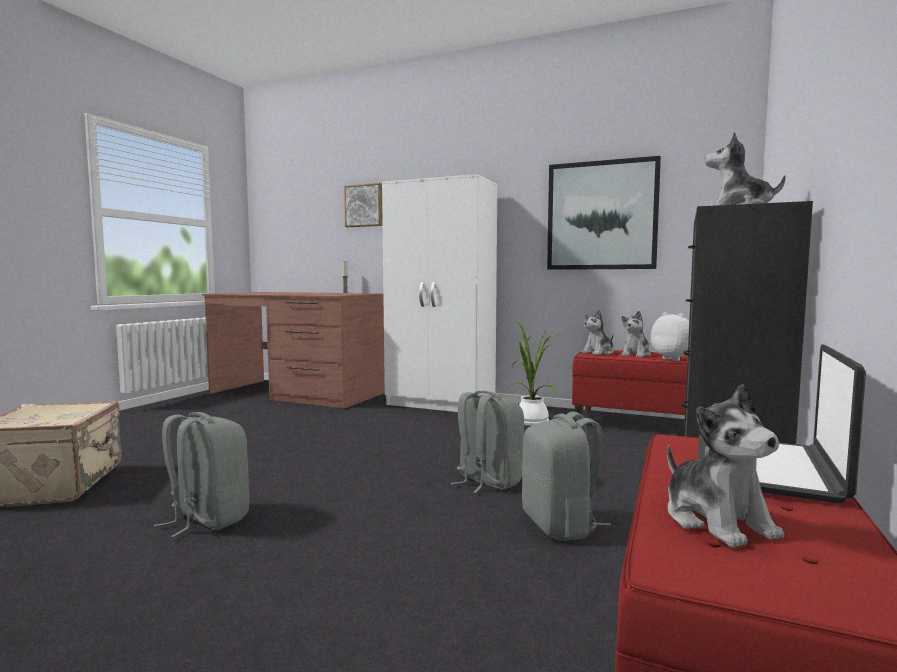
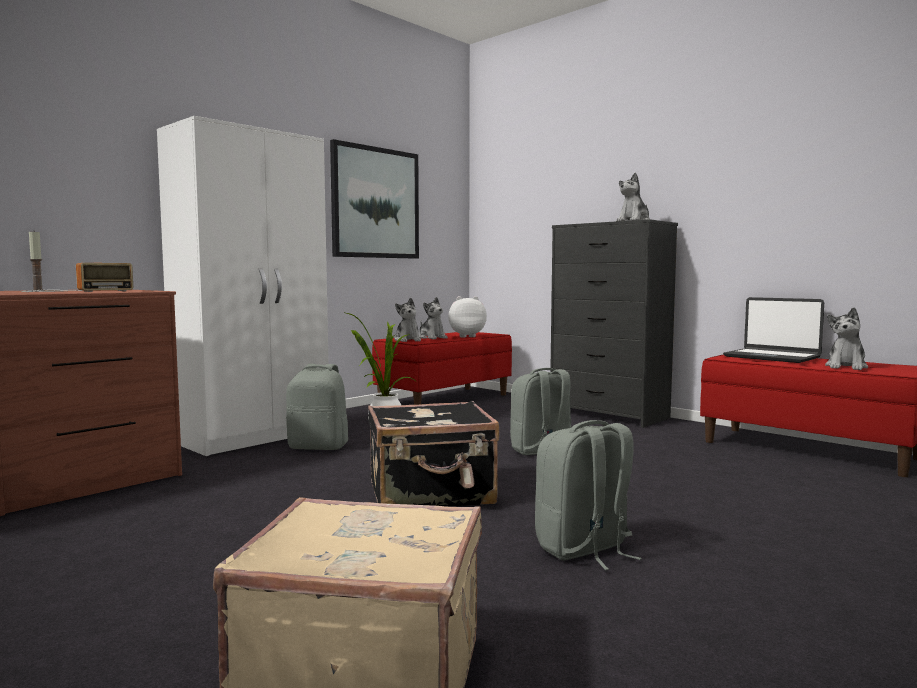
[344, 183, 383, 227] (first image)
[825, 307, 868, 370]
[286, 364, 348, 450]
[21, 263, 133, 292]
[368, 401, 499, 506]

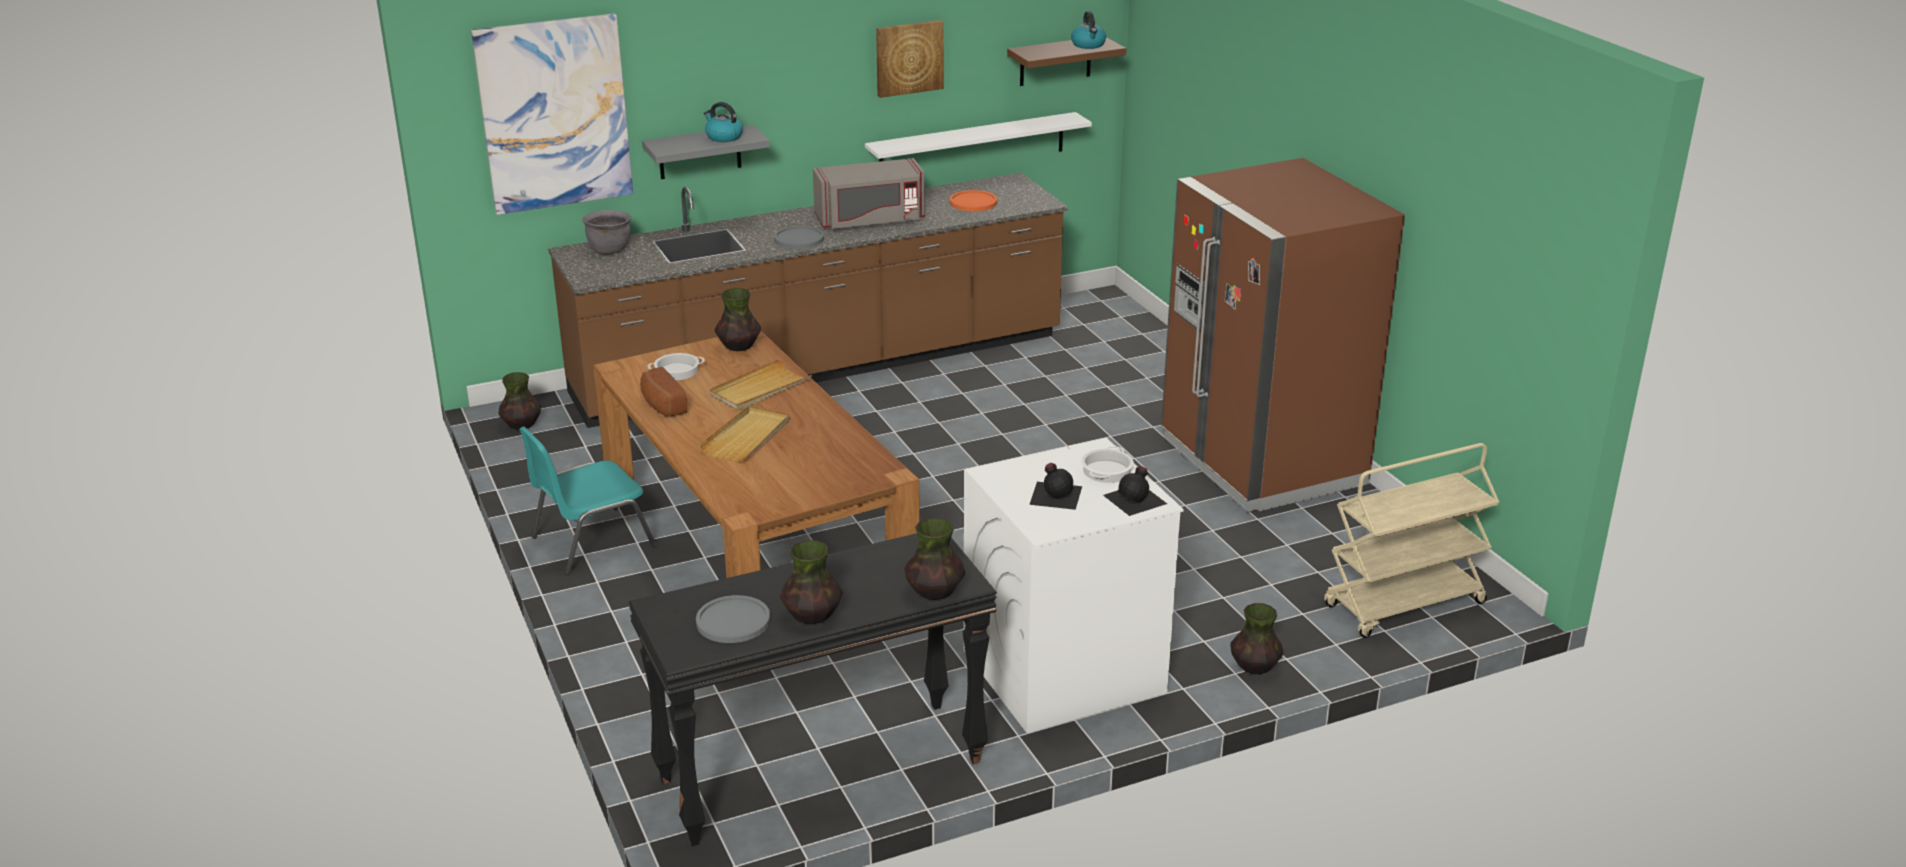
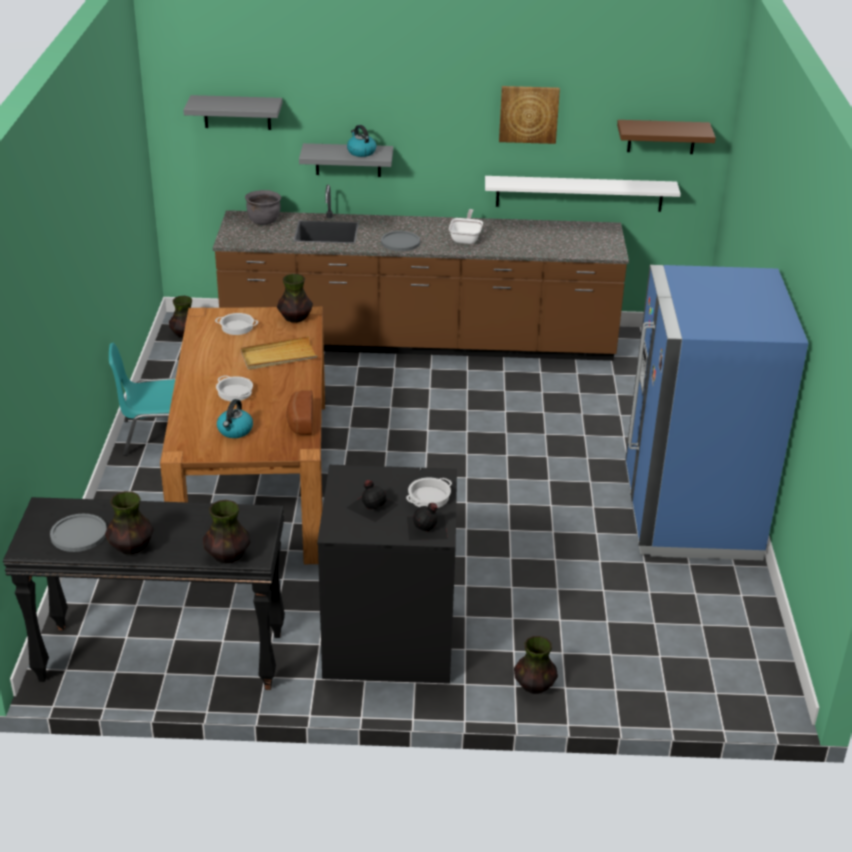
[217, 399, 253, 438]
[183, 95, 282, 130]
[449, 209, 483, 244]
[625, 265, 809, 560]
[950, 190, 997, 212] (first image)
[286, 391, 313, 435]
[216, 375, 253, 401]
[317, 465, 457, 684]
[1324, 443, 1499, 638] (first image)

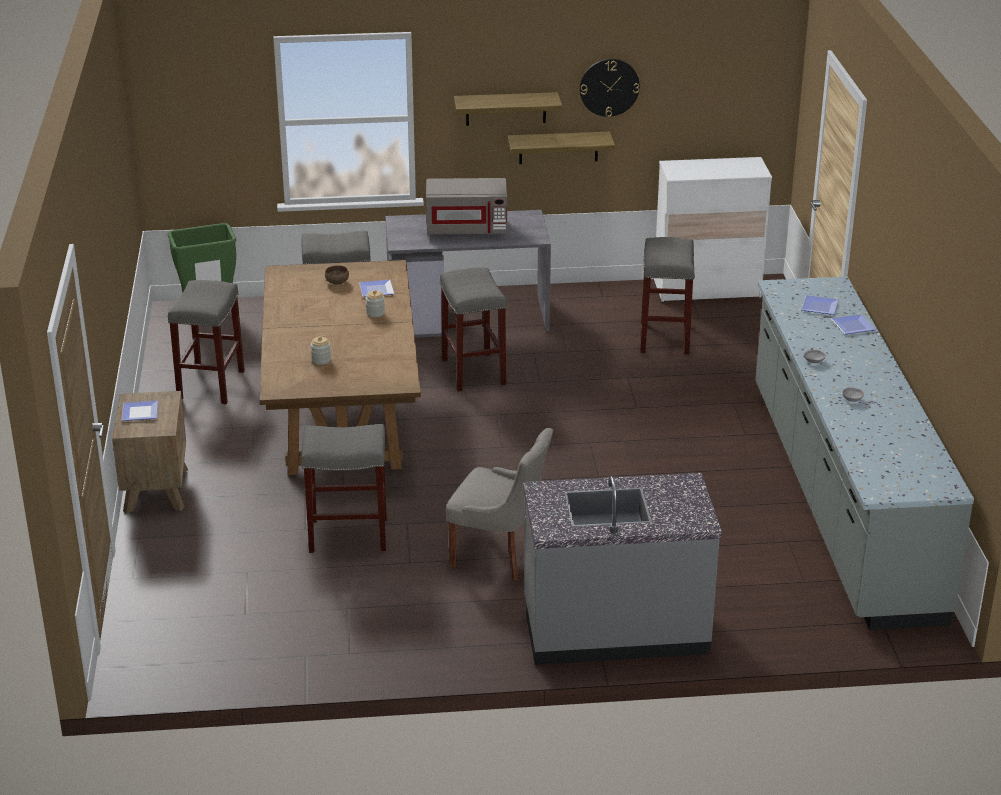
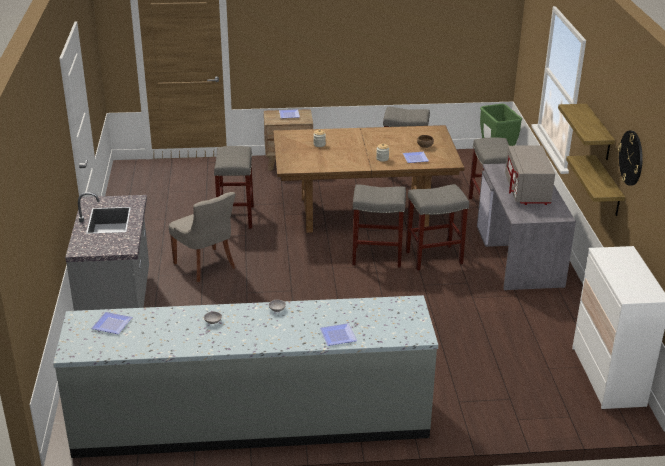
[352, 184, 406, 268]
[91, 312, 132, 334]
[169, 192, 236, 282]

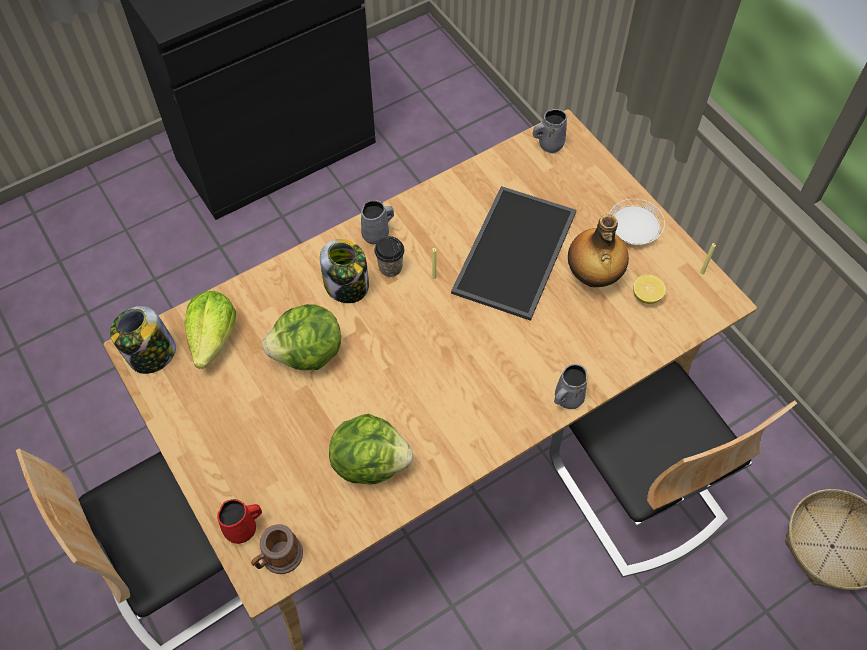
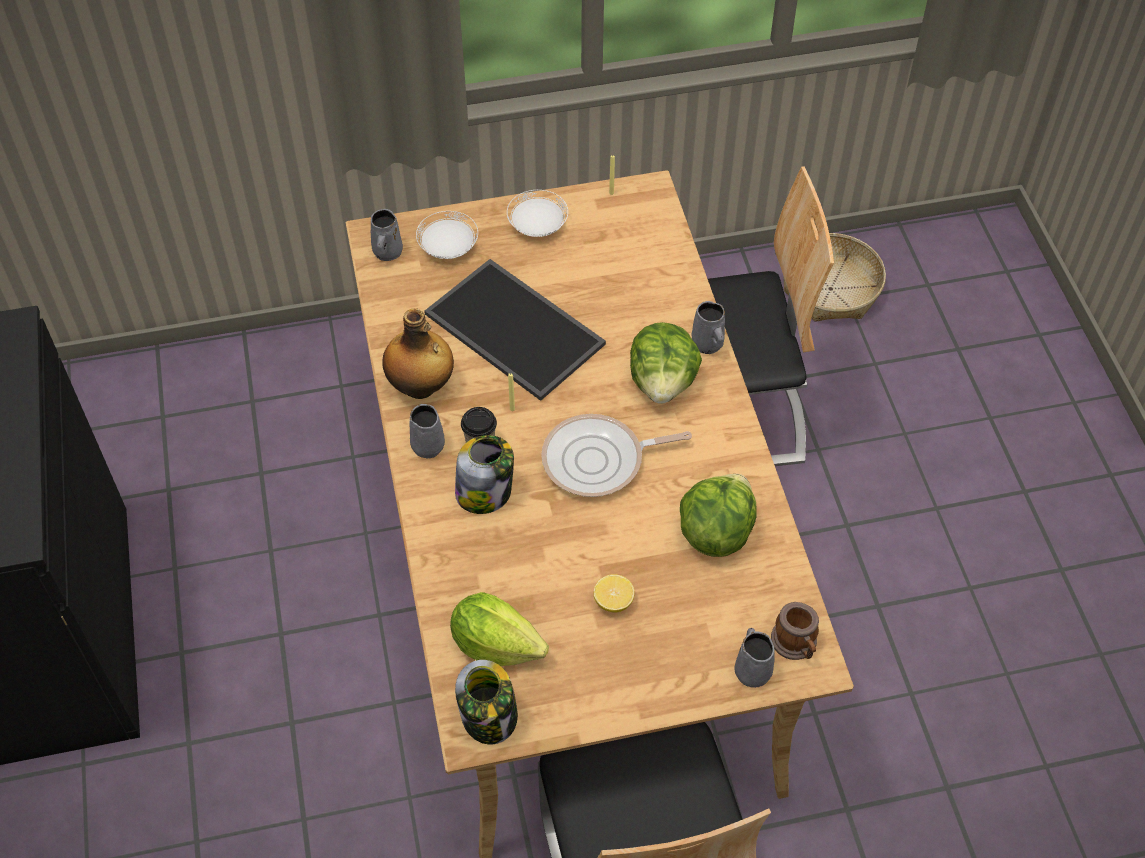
[382, 308, 454, 399]
[593, 574, 635, 613]
[630, 322, 702, 404]
[735, 628, 775, 688]
[416, 211, 478, 259]
[541, 414, 692, 497]

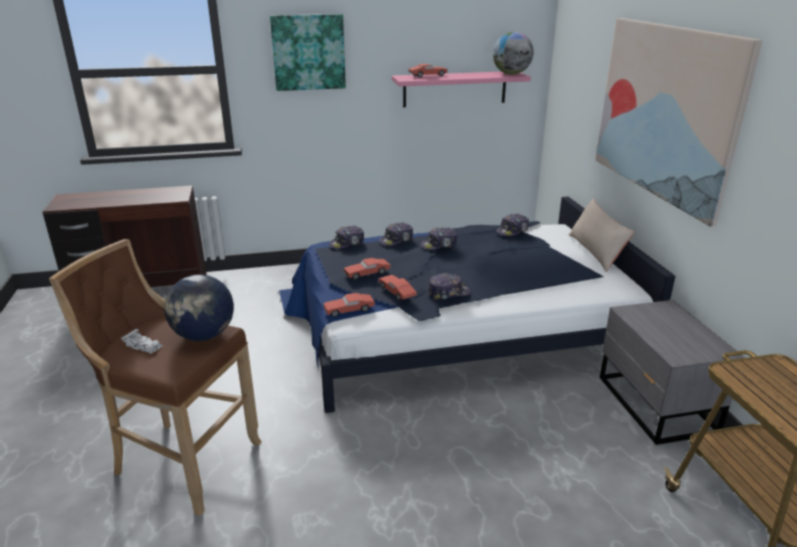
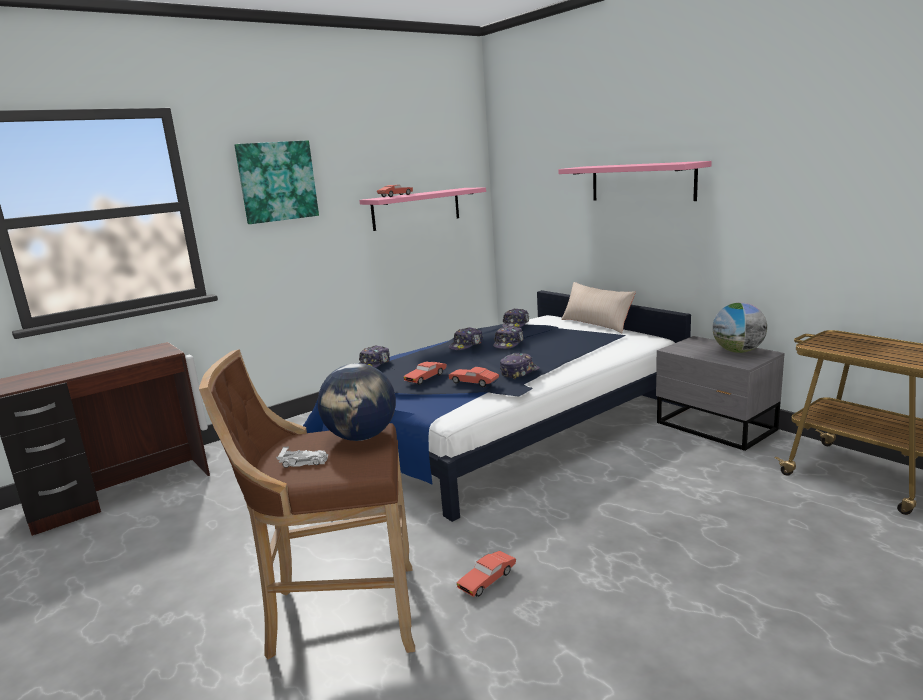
[558, 161, 712, 201]
[712, 302, 767, 353]
[493, 326, 524, 349]
[457, 551, 516, 597]

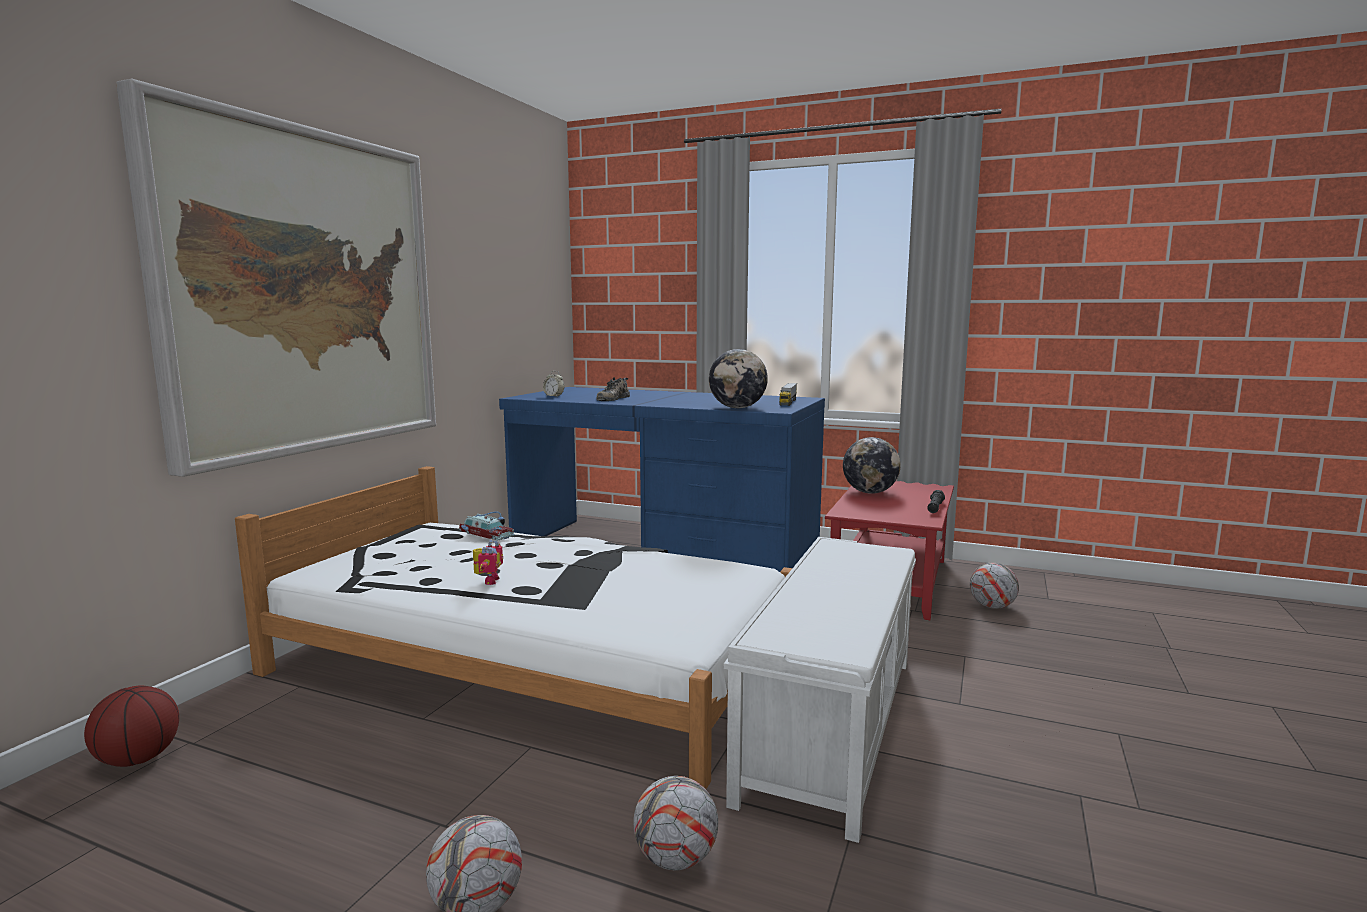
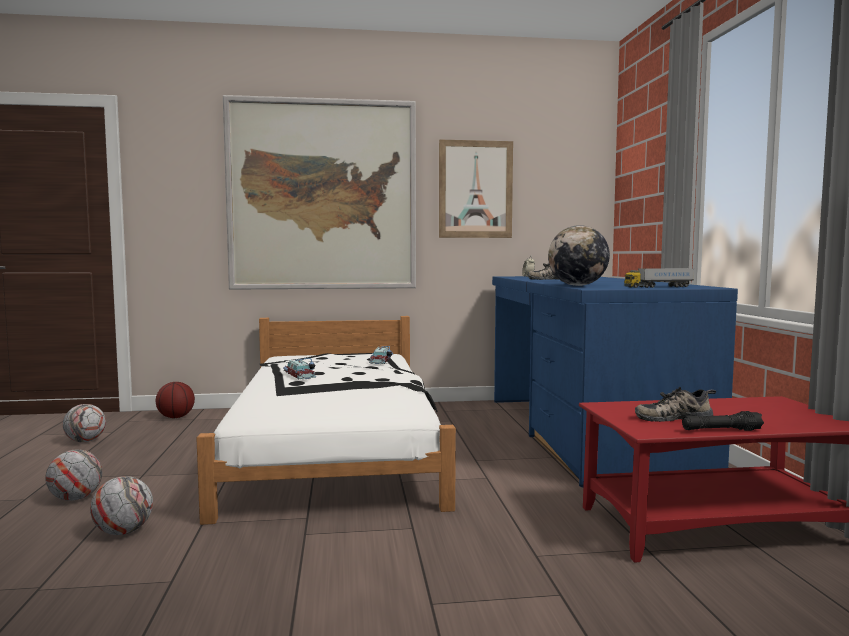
[843, 437, 901, 494] (first image)
[724, 537, 916, 843] (first image)
[284, 358, 316, 380]
[63, 404, 106, 442]
[439, 140, 513, 238]
[635, 387, 716, 422]

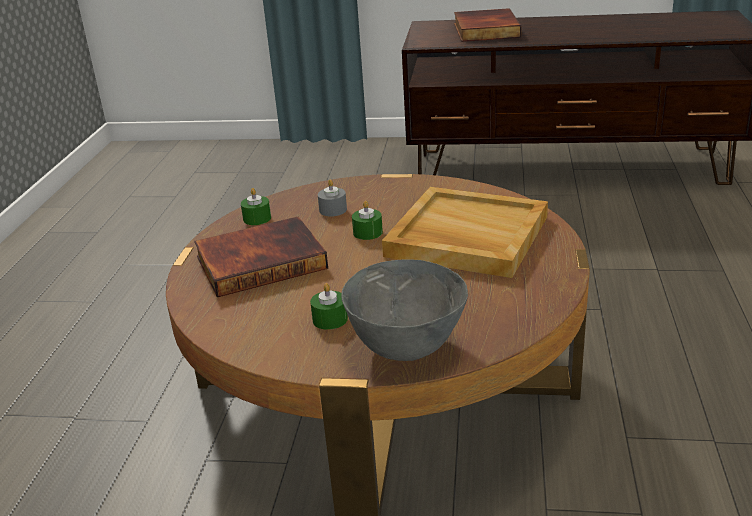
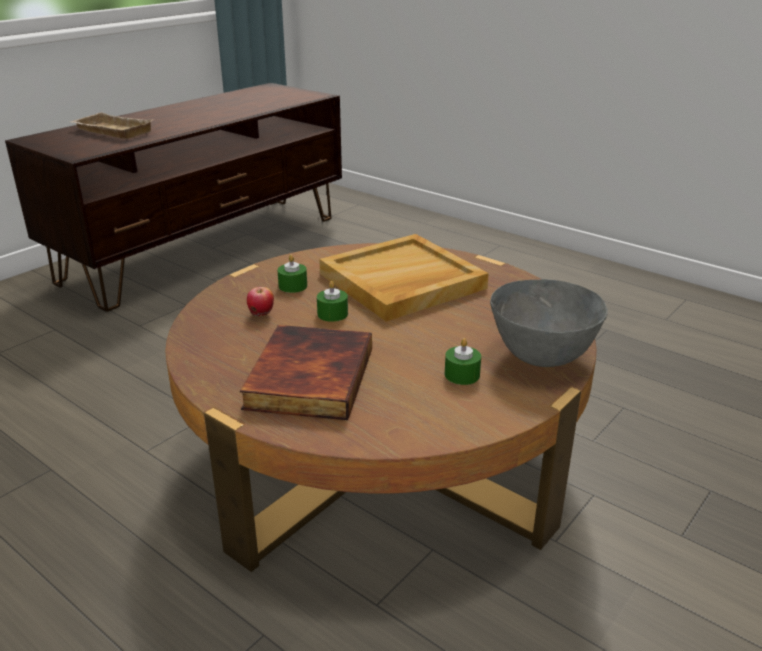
[71, 112, 154, 139]
[247, 287, 274, 316]
[278, 255, 307, 293]

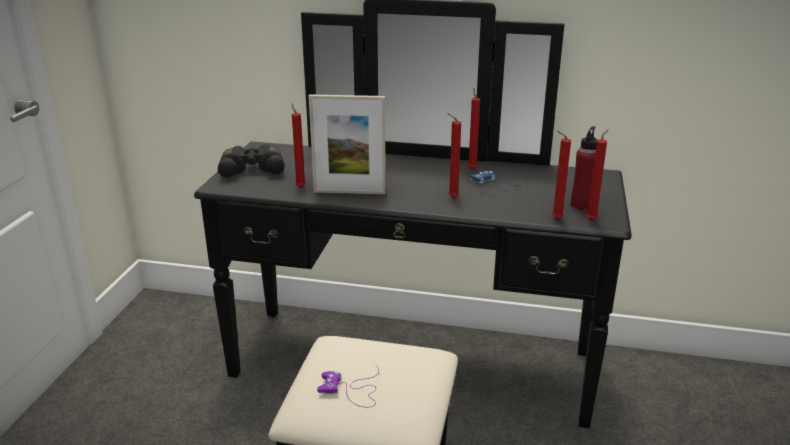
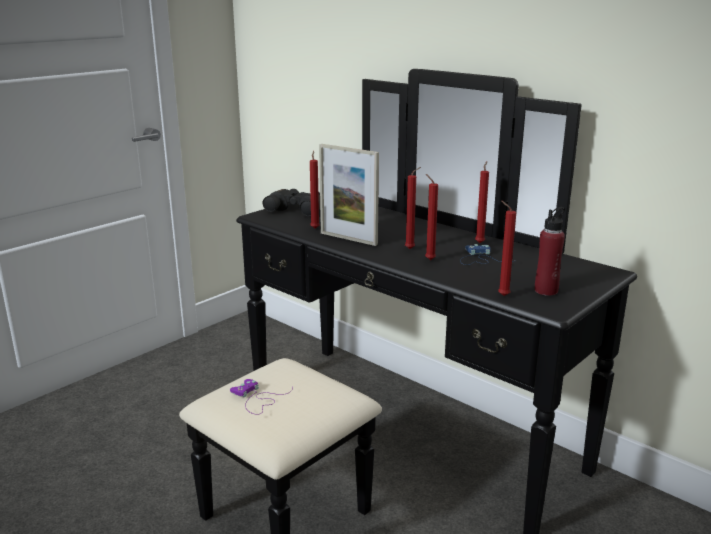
[405, 167, 421, 249]

